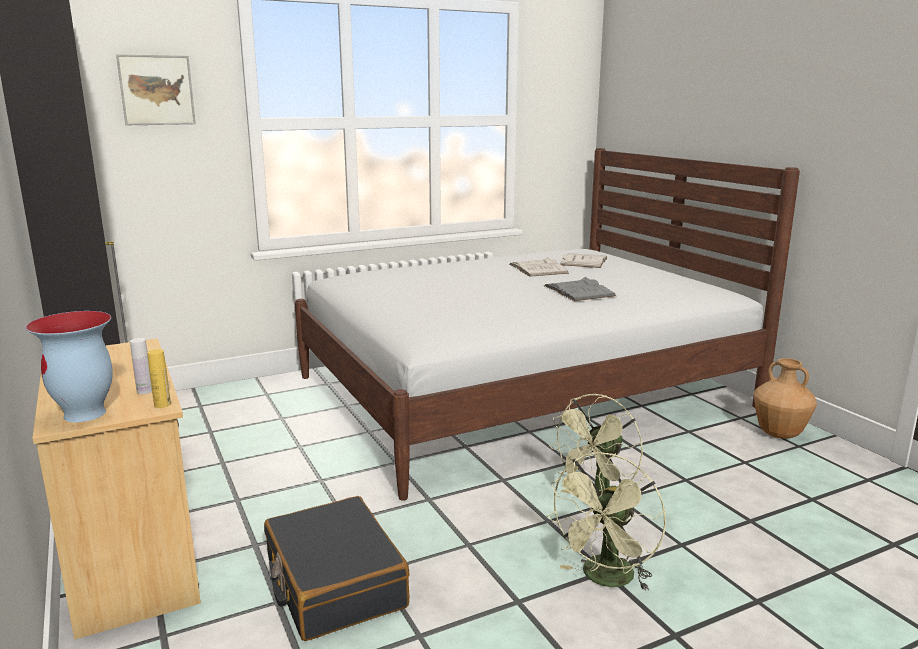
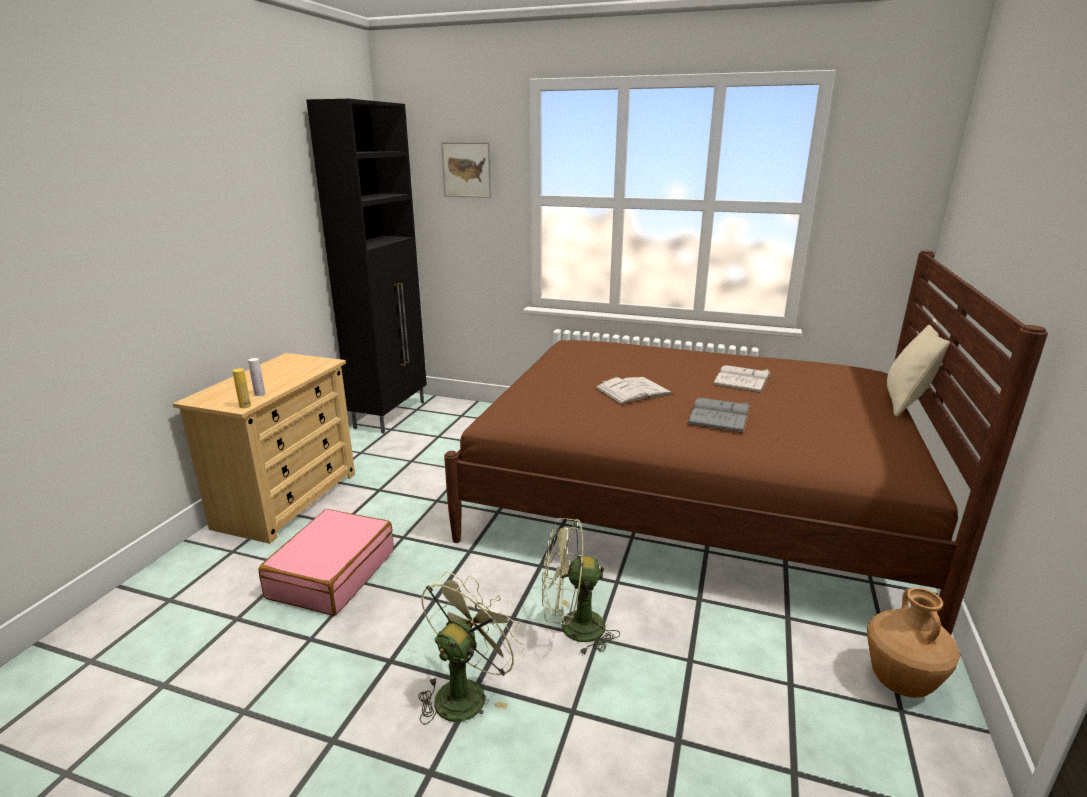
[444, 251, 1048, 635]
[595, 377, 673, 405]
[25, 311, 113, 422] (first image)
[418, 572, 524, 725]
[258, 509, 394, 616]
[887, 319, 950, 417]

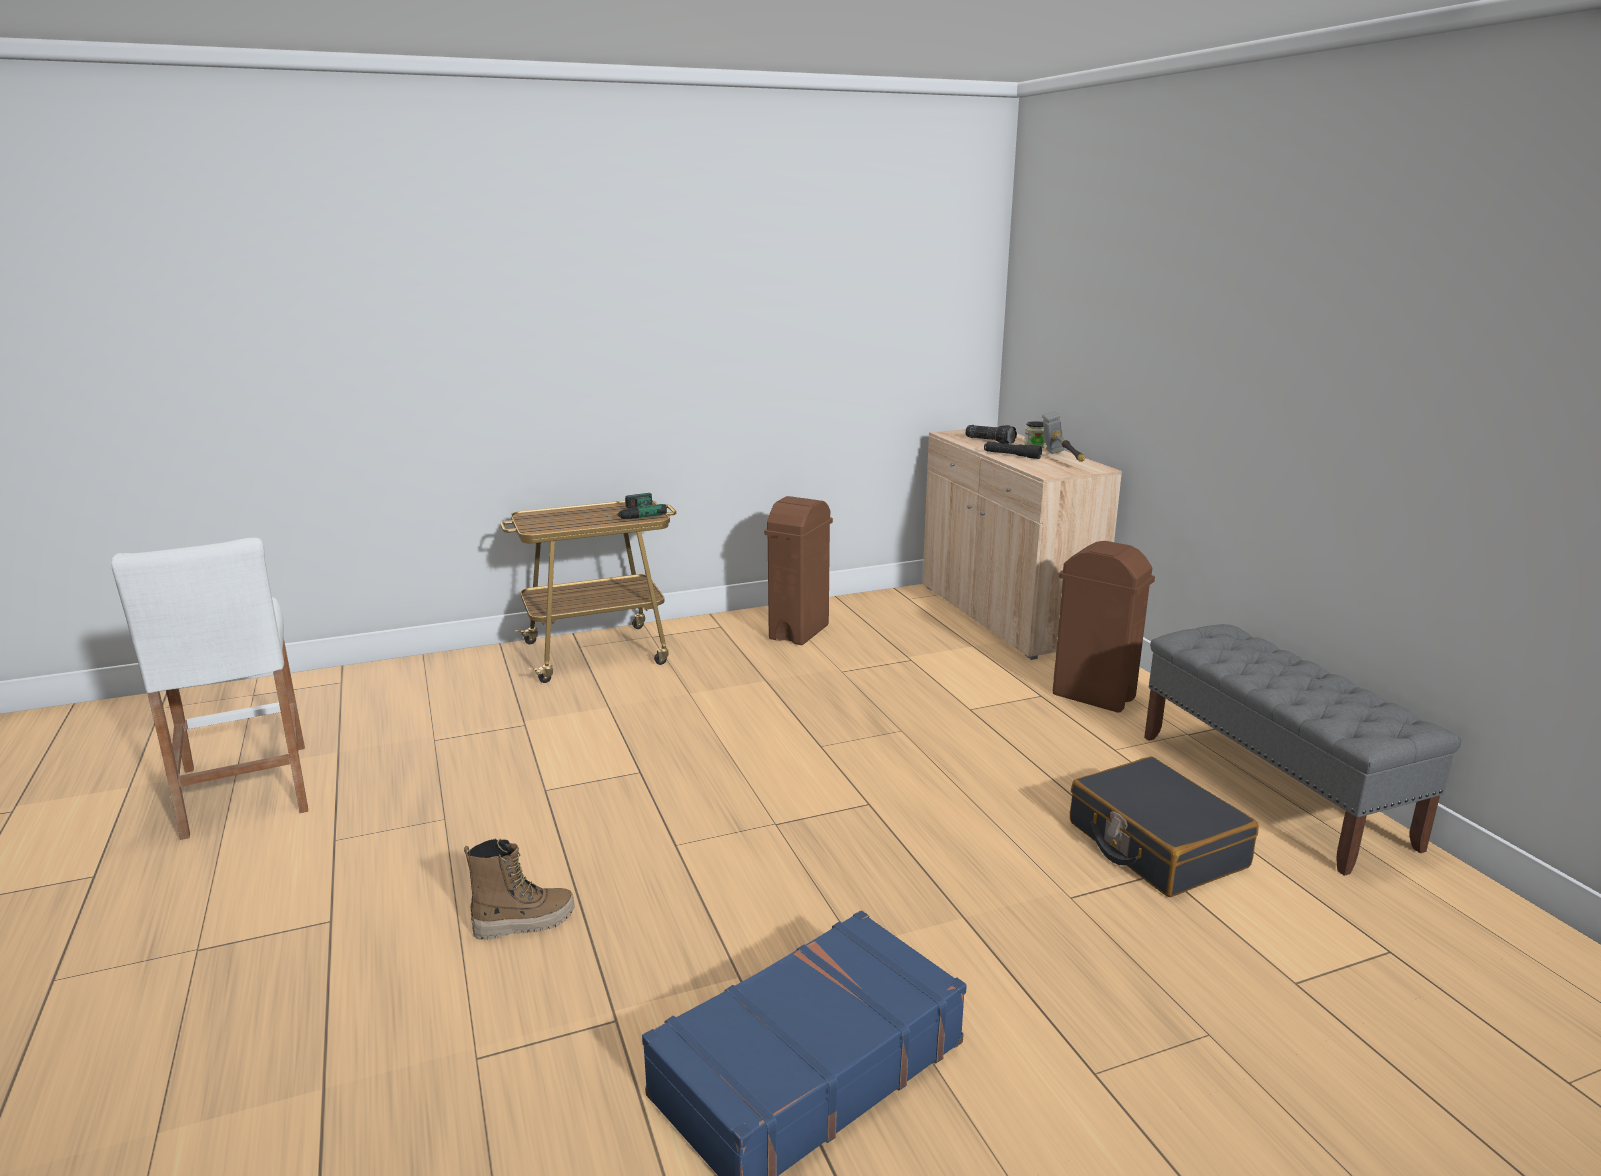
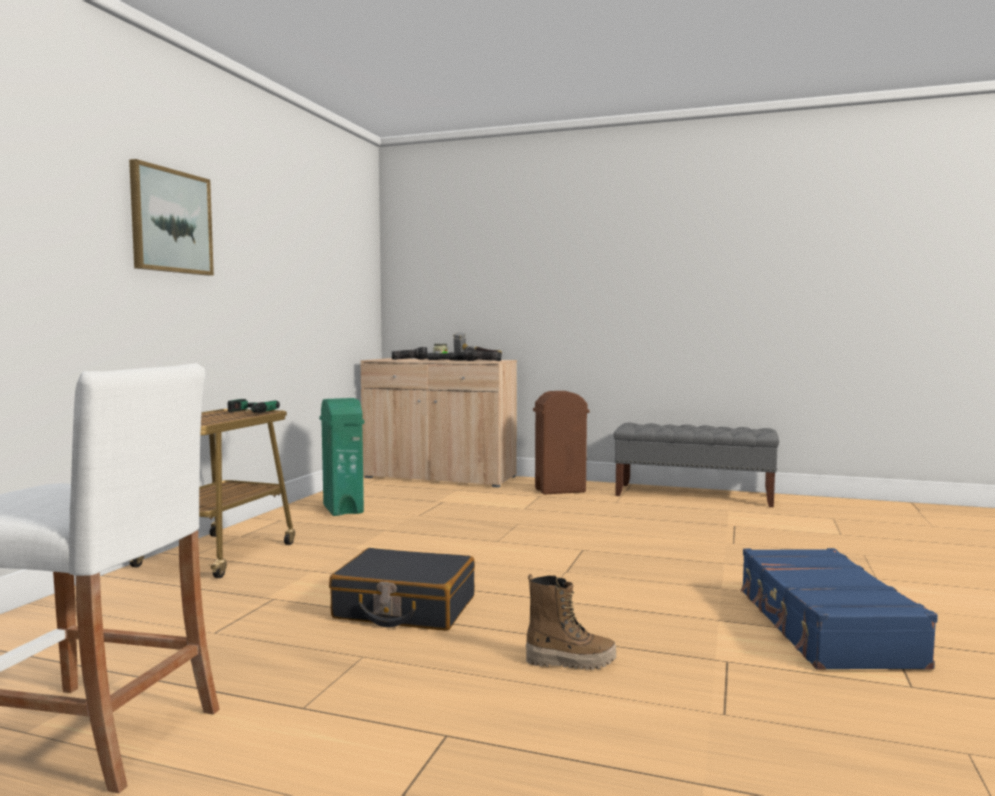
[319, 398, 364, 516]
[329, 548, 475, 631]
[526, 574, 616, 670]
[129, 159, 214, 276]
[464, 348, 502, 361]

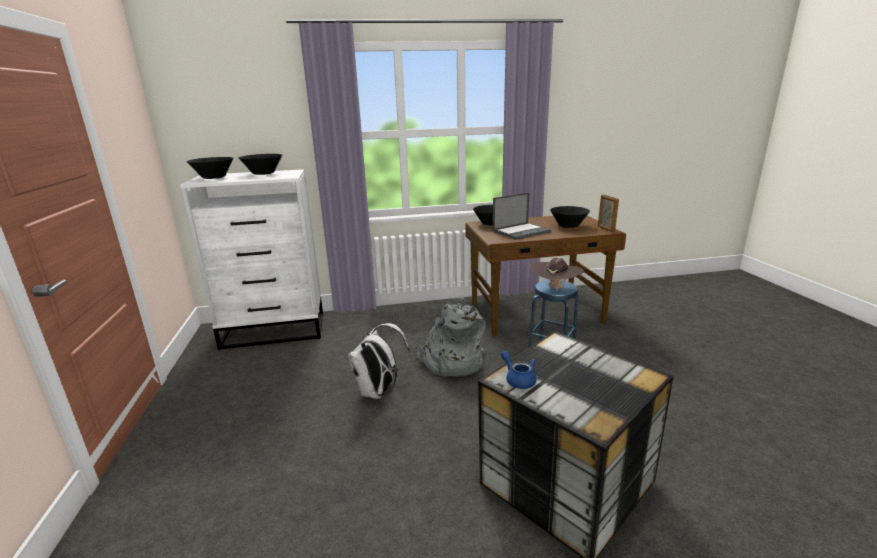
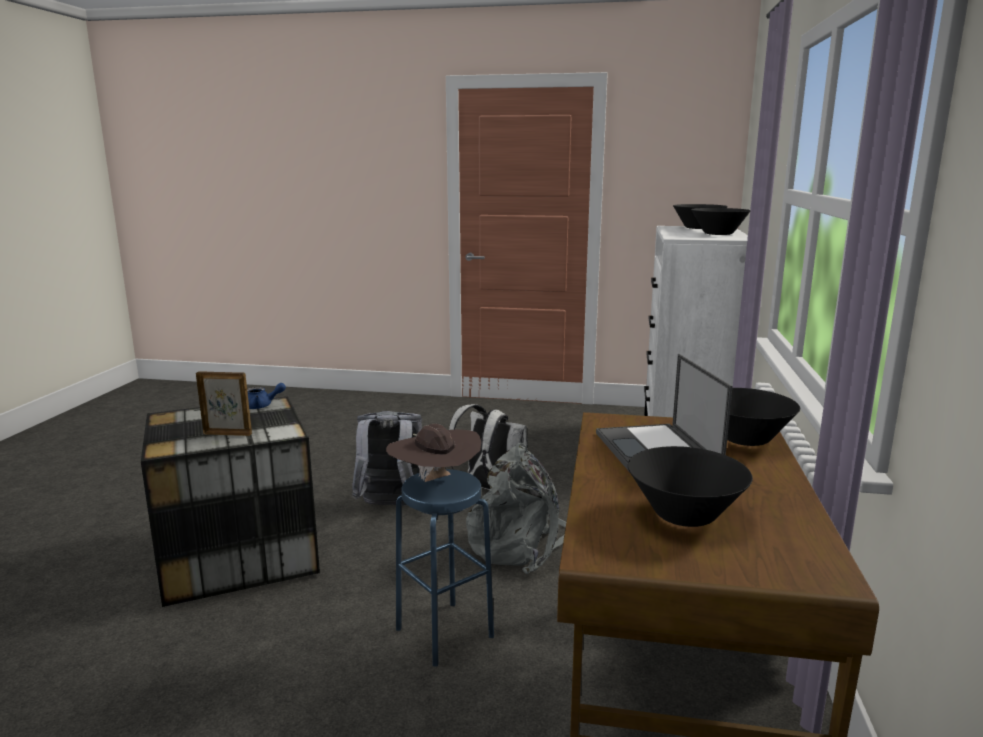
[196, 371, 252, 436]
[352, 411, 422, 506]

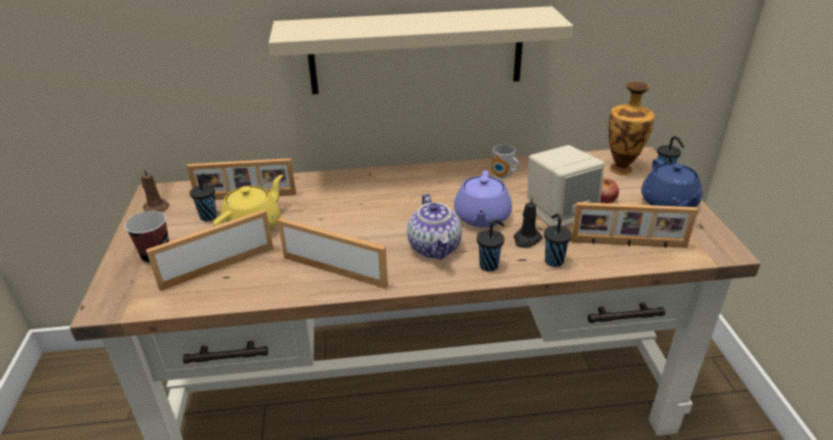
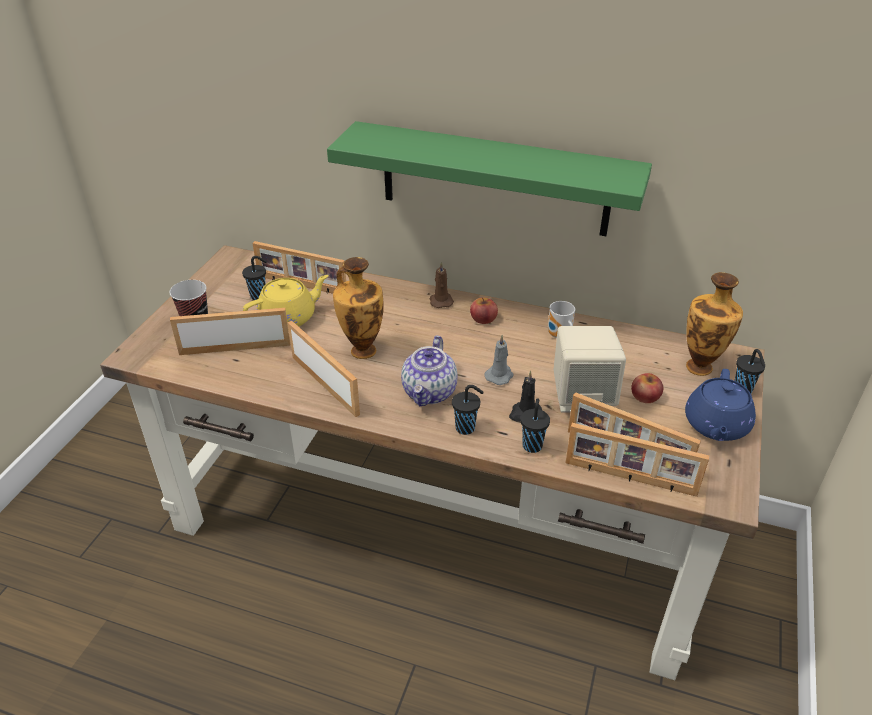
[327, 121, 652, 236]
[430, 262, 454, 308]
[484, 335, 514, 385]
[333, 257, 384, 359]
[470, 297, 498, 324]
[565, 423, 709, 497]

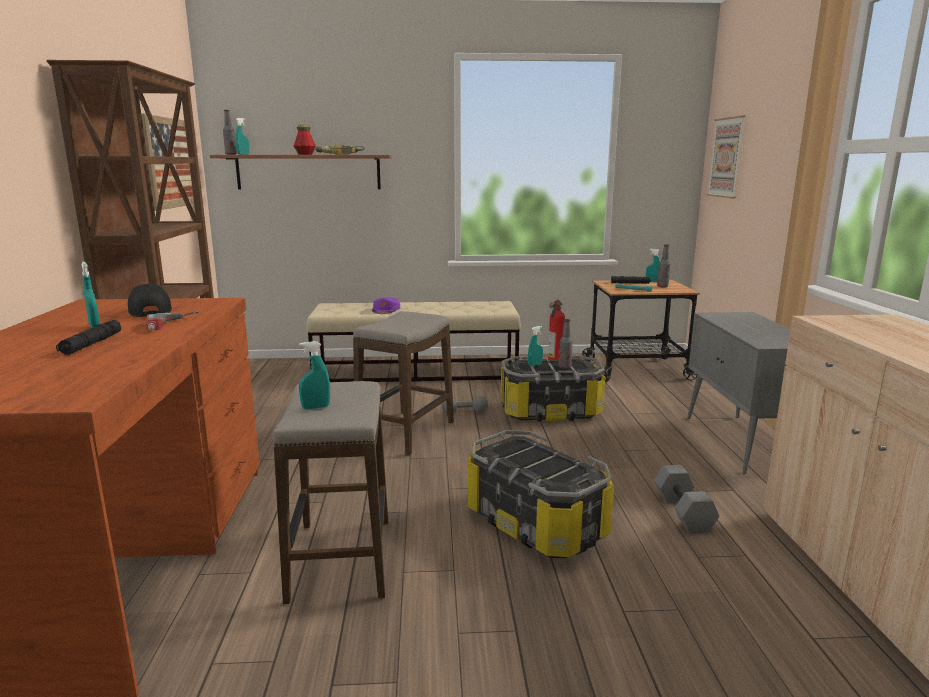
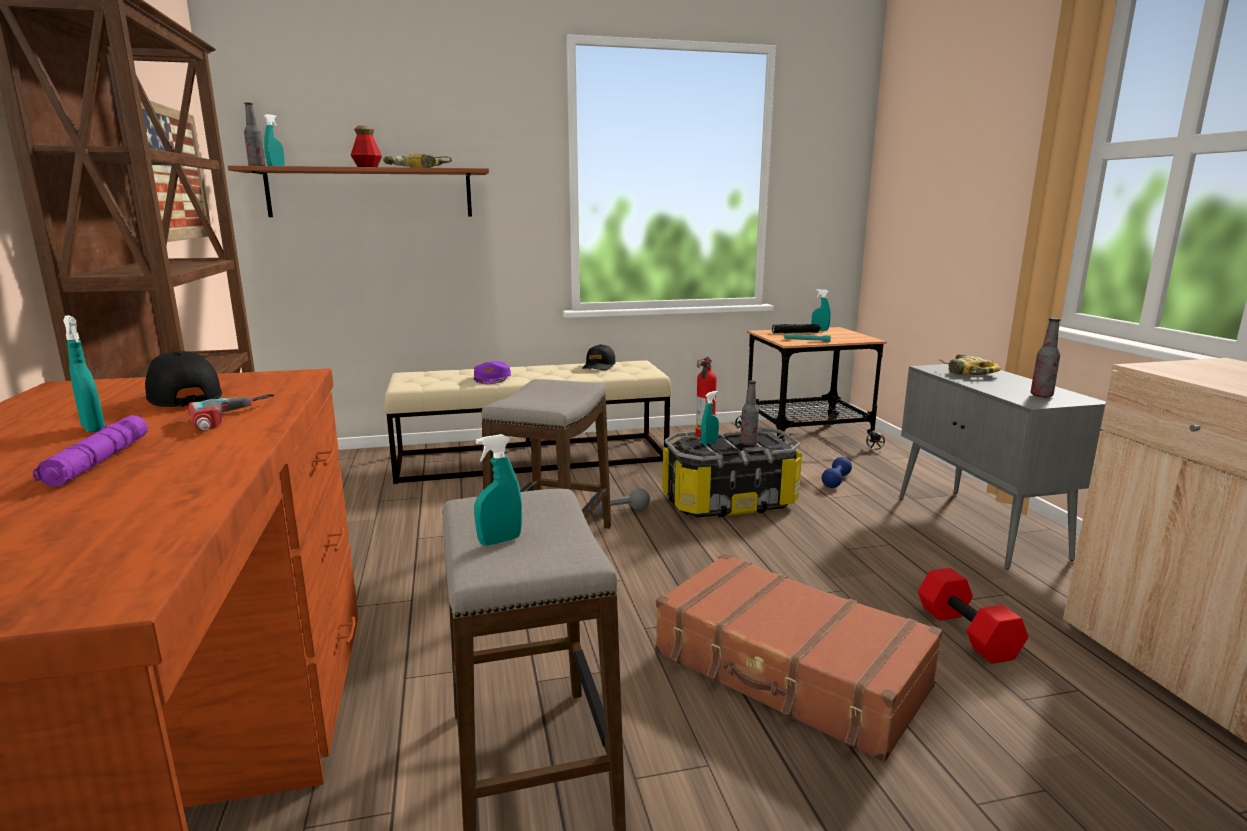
[707, 115, 745, 198] (first image)
[1031, 318, 1061, 398]
[33, 415, 148, 486]
[655, 553, 942, 762]
[918, 568, 1028, 664]
[582, 344, 616, 370]
[939, 354, 1001, 375]
[822, 457, 852, 488]

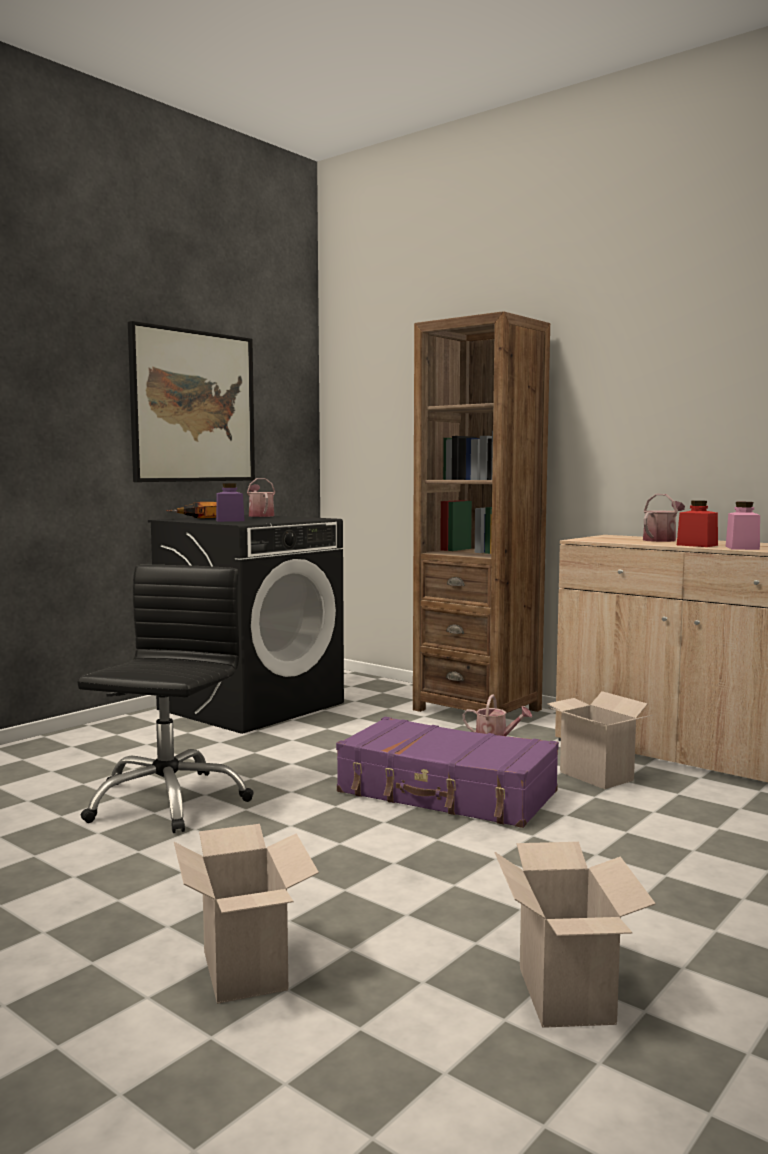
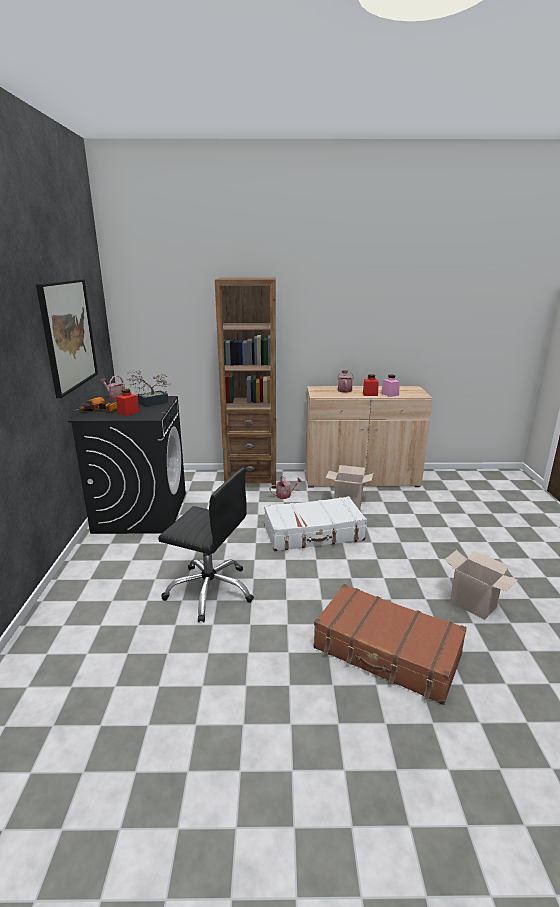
[116, 389, 139, 416]
[158, 468, 254, 622]
[264, 496, 367, 551]
[313, 584, 467, 705]
[127, 370, 171, 407]

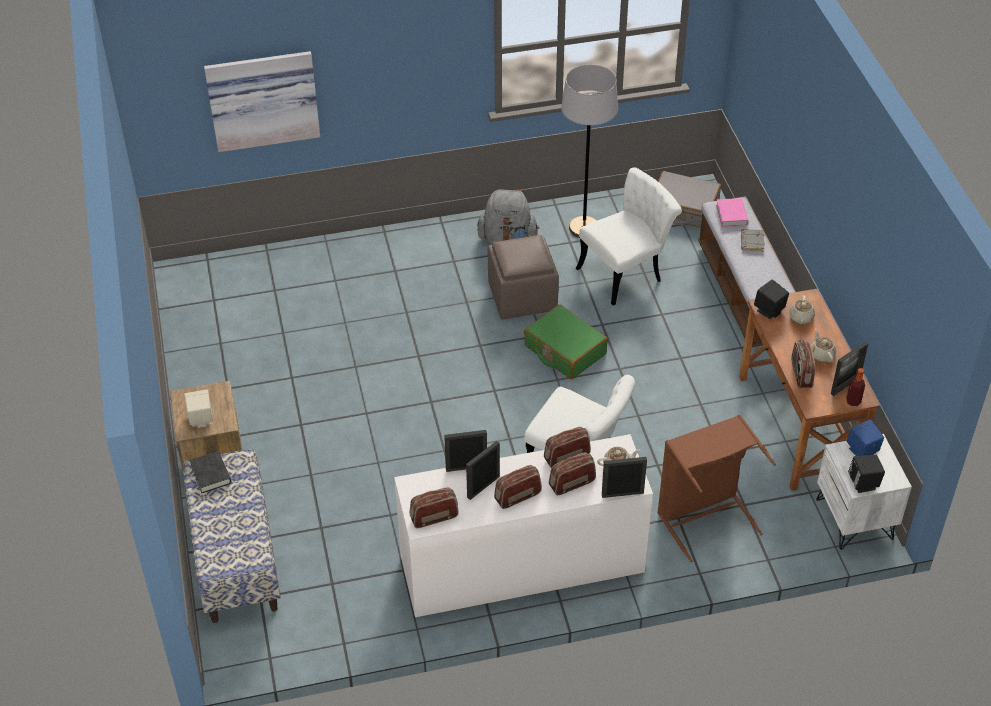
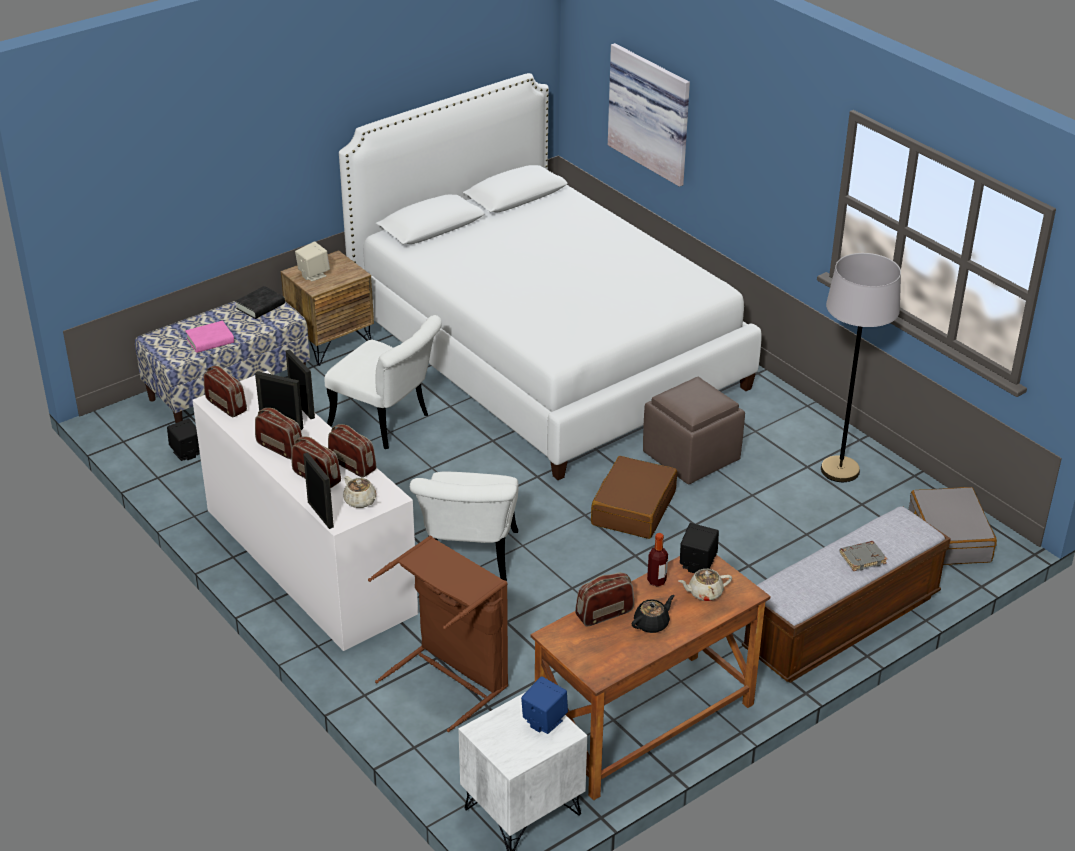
[324, 315, 442, 449]
[477, 189, 539, 244] (first image)
[185, 321, 234, 353]
[591, 456, 677, 539]
[632, 595, 675, 633]
[831, 342, 868, 396] (first image)
[647, 533, 668, 587]
[167, 418, 200, 461]
[339, 73, 762, 480]

